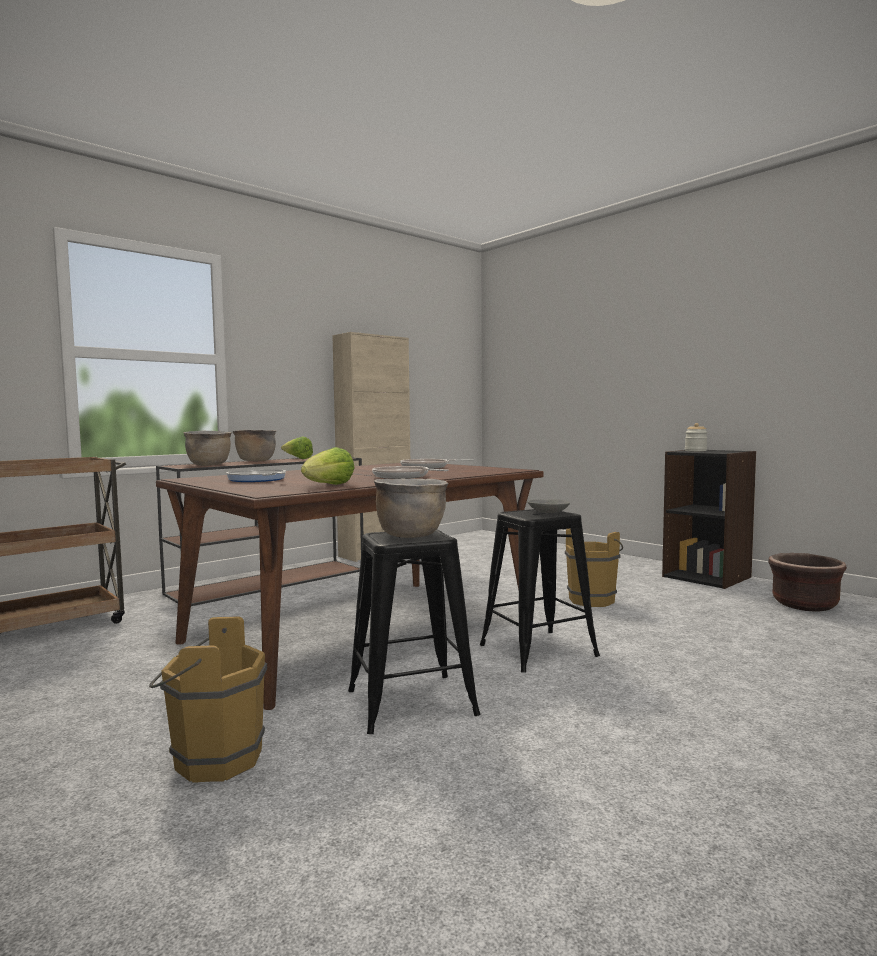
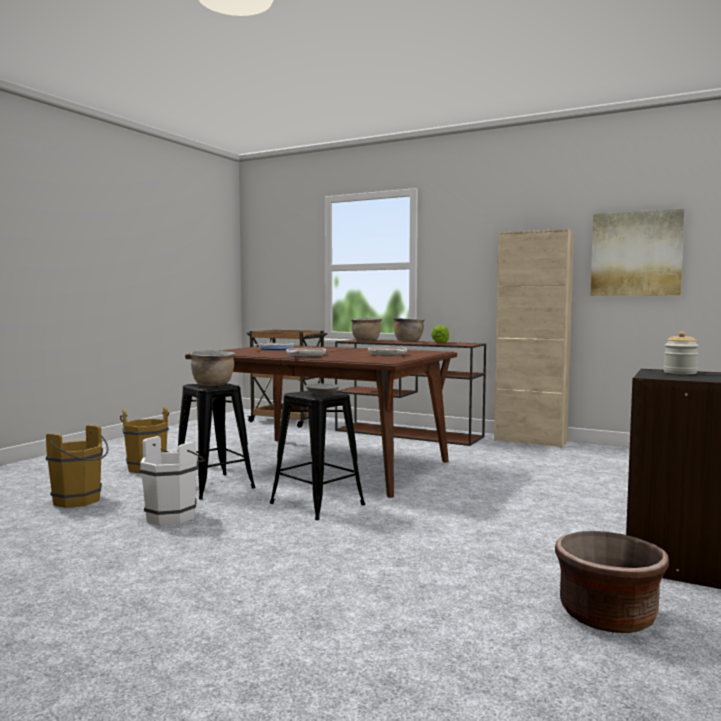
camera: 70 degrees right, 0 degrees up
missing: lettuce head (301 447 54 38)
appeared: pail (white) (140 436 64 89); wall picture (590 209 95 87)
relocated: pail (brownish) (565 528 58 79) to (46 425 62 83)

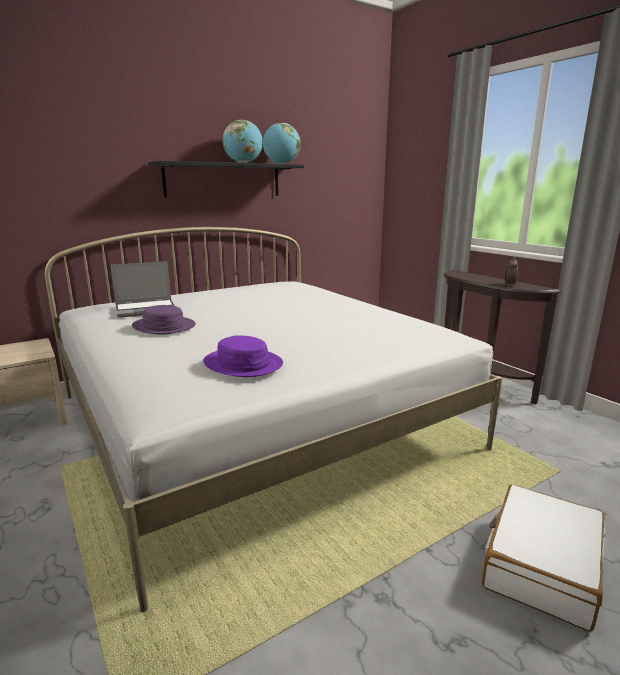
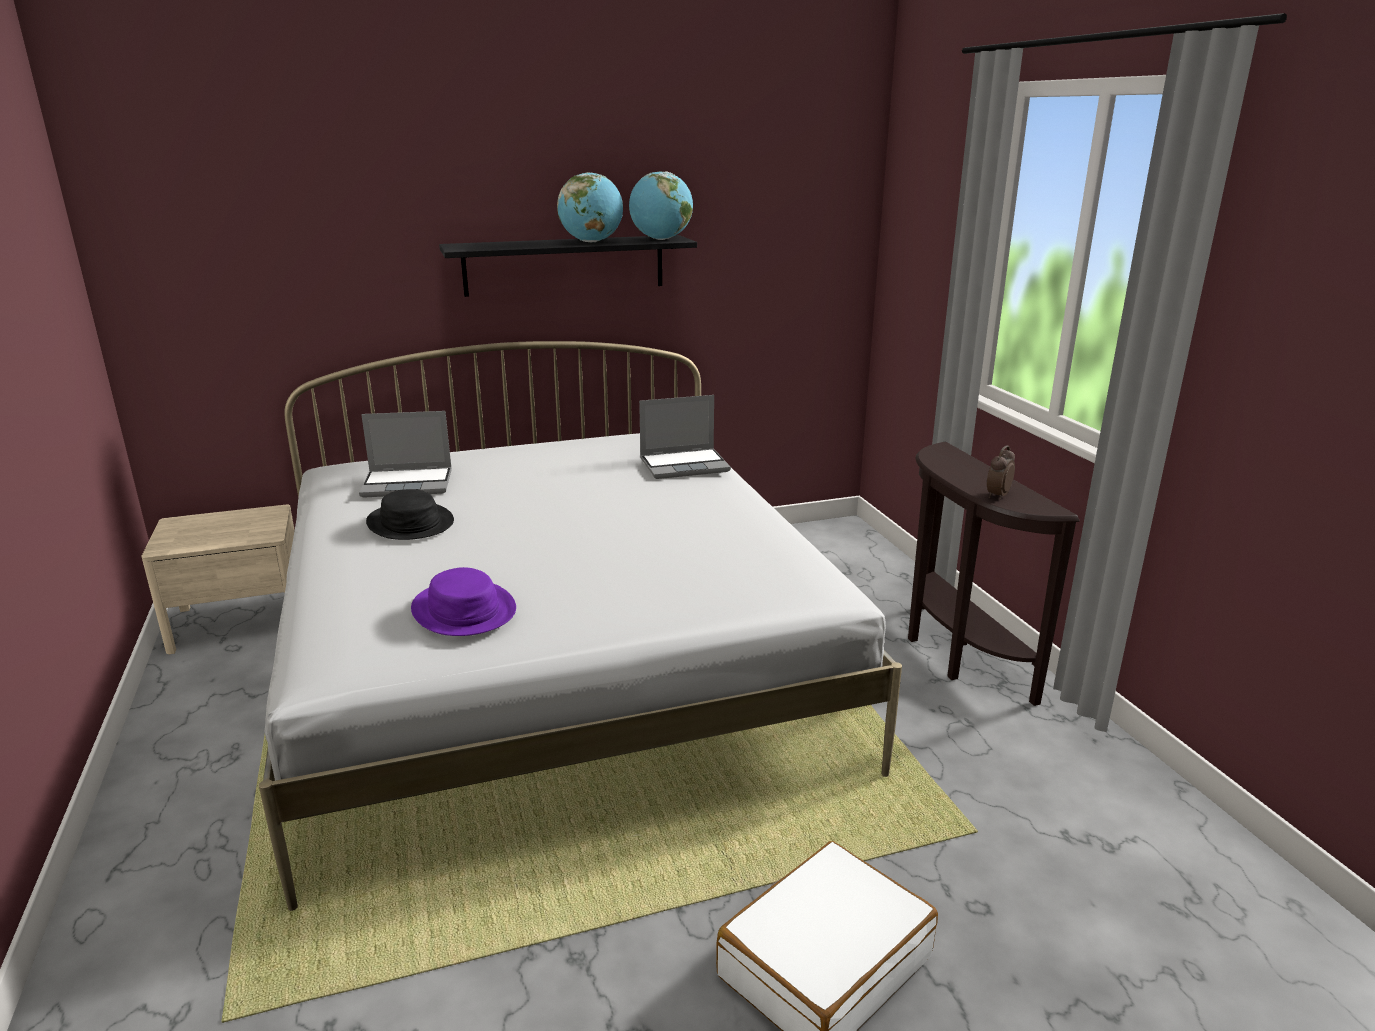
camera: 15 degrees right, 5 degrees up
appeared: notebook computer (639 395 92 84)
colour: hat (purple-coloured) (132 305 64 30) to hat (black-coloured) (366 489 88 51)

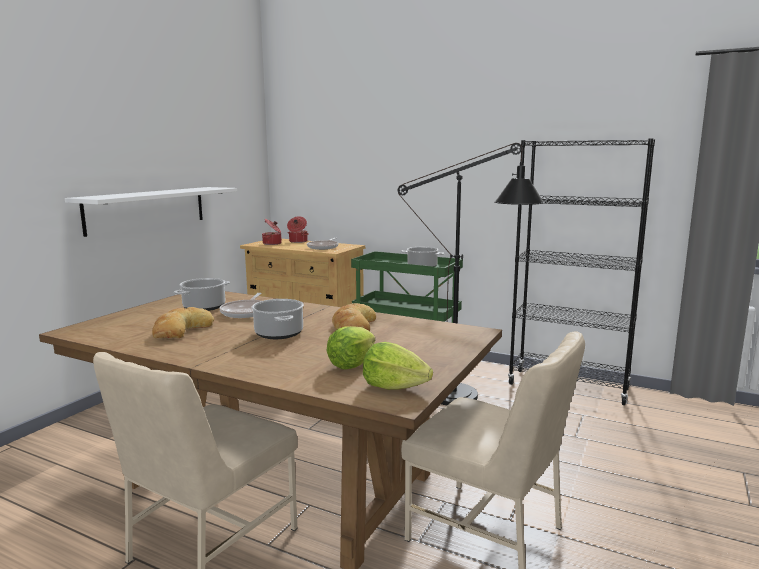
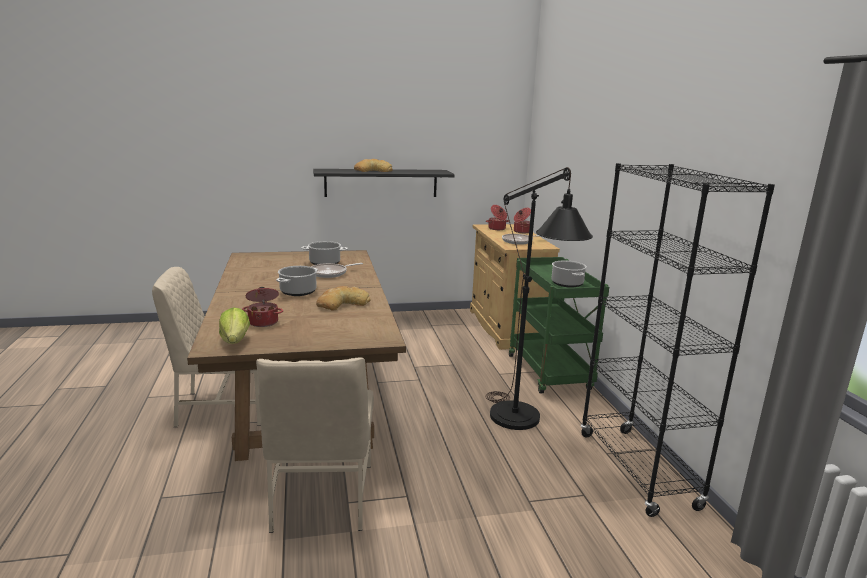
camera: 50 degrees right, 5 degrees up
relocated: bread (152 307 62 31) to (354 159 39 13)
exchanged: lettuce head (327 326 48 43) to stockpot (242 287 41 40)
colour: wall shelf (white) (65 187 172 50) to wall shelf (black-coloured) (313 169 142 28)

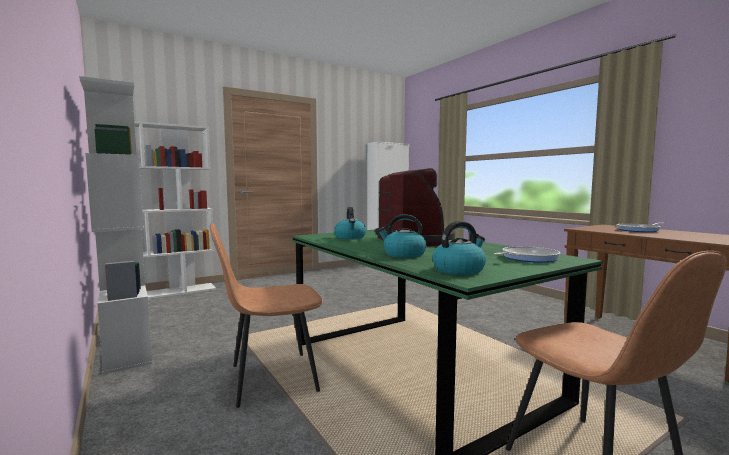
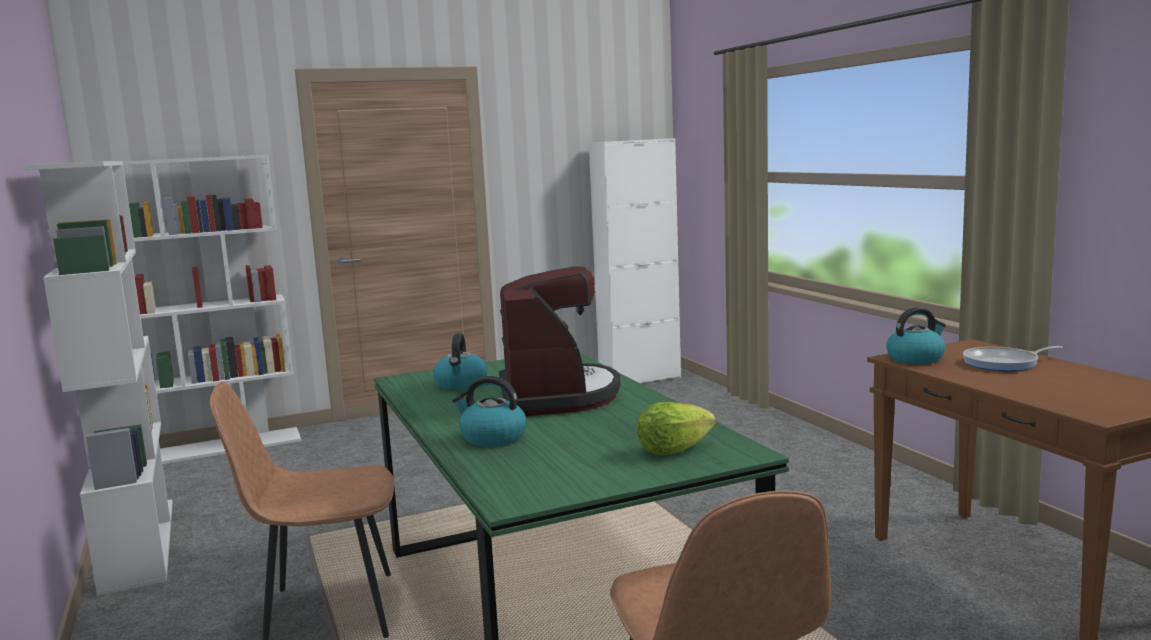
camera: 10 degrees right, 5 degrees up
relocated: tea kettle (432 221 54 54) to (886 307 60 57)
exchanged: frying pan (494 246 66 17) to lettuce head (637 402 79 53)

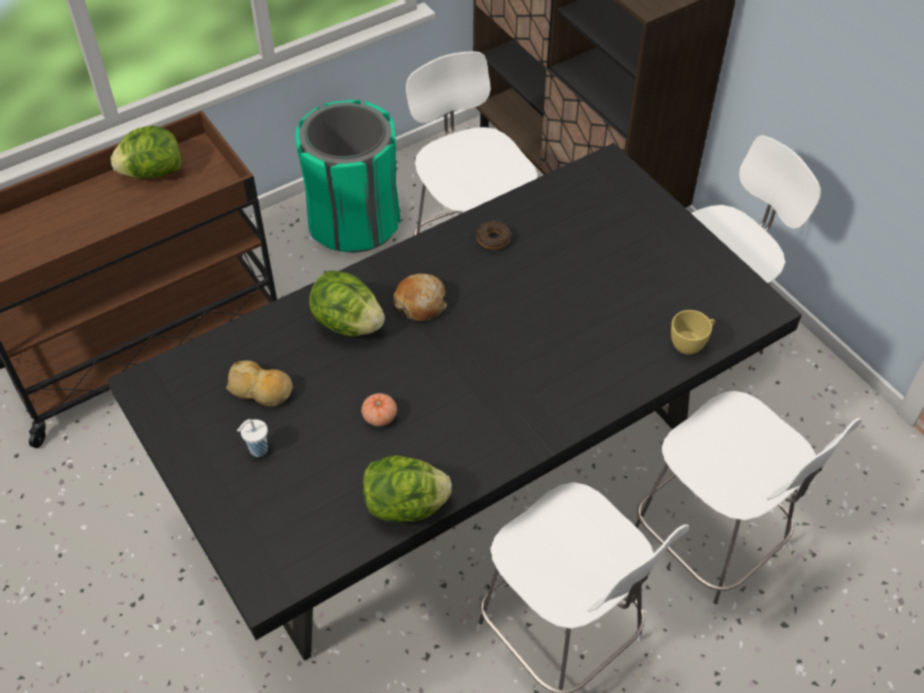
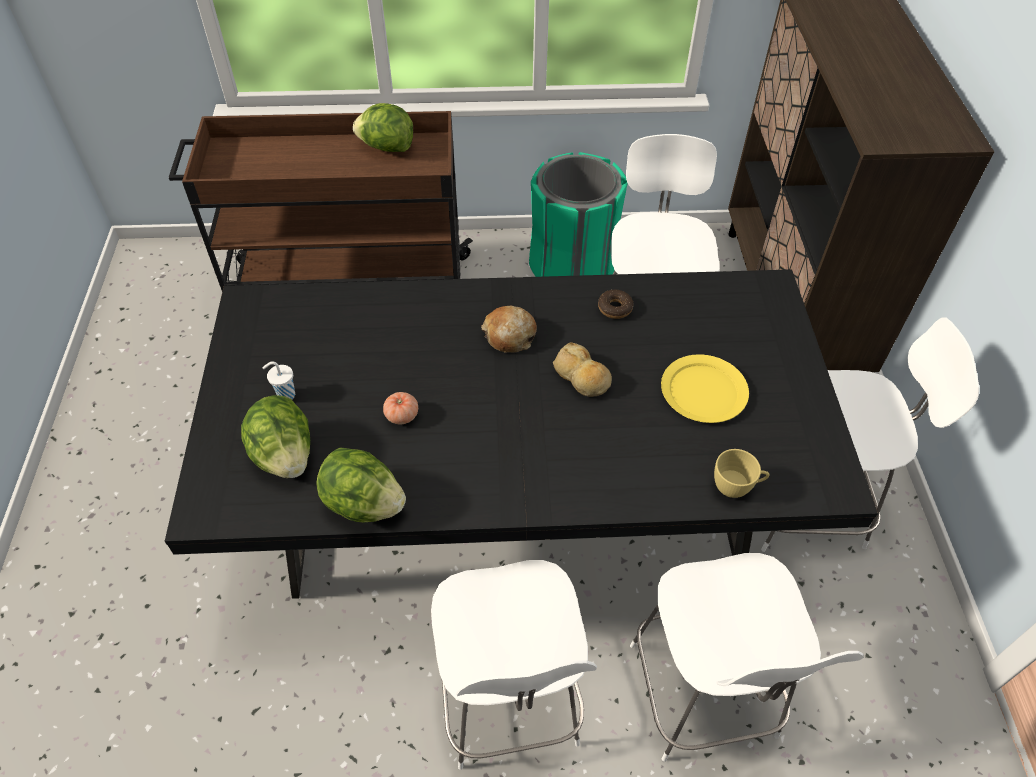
camera: 30 degrees right, 0 degrees up
appeared: dinner plate (yellow) (661 354 88 69)
relocated: bread (226 360 67 47) to (553 342 59 55); lettuce head (309 270 76 66) to (241 395 69 83)

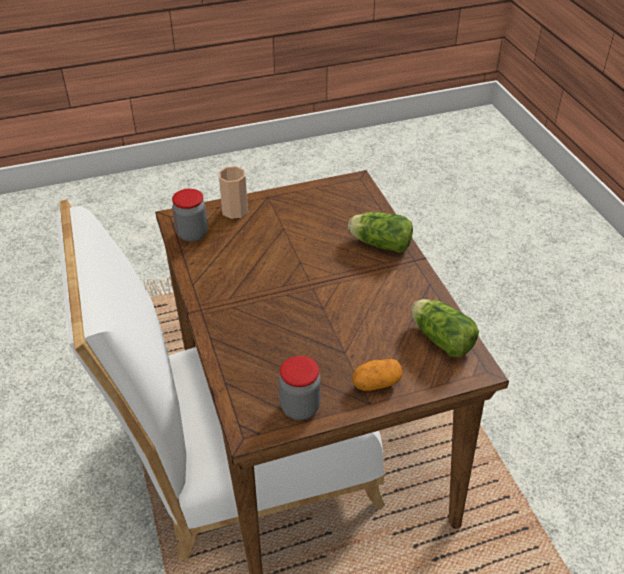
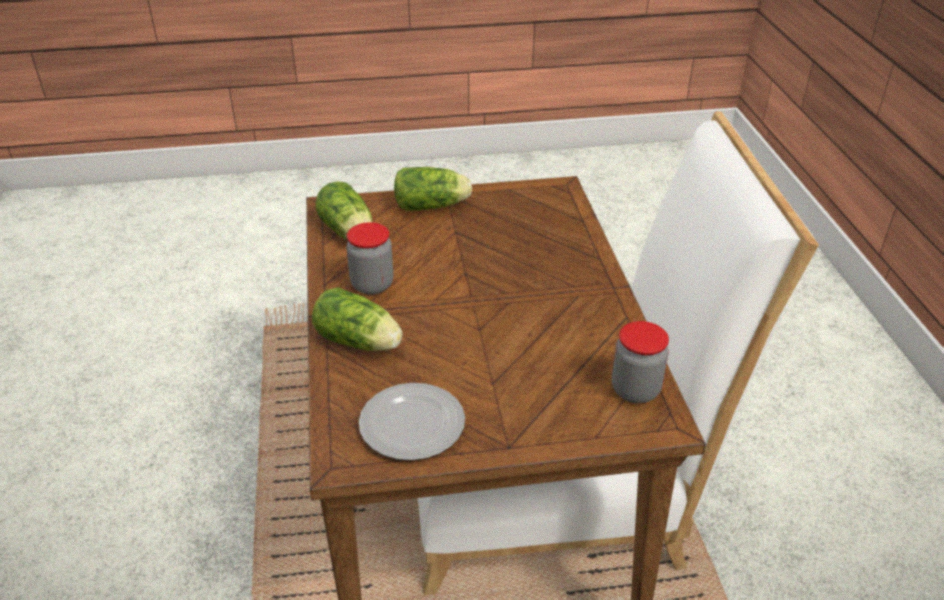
camera: 170 degrees left, 5 degrees down
missing: cup (218 166 30 53)
appeared: dinner plate (359 383 106 77)
relocated: preserve jar (279 356 42 64) to (346 222 47 73)
exchanged: whole potato (352 359 51 32) to lettuce head (394 167 78 44)

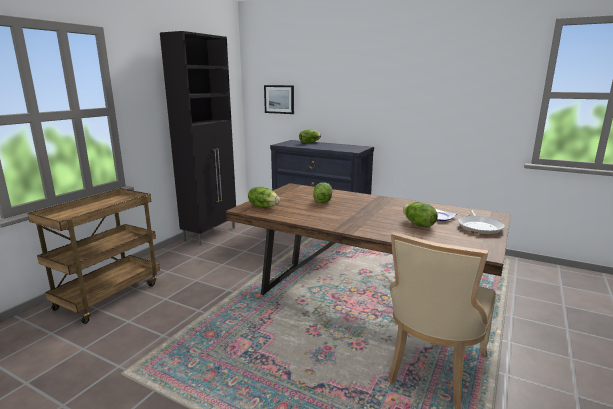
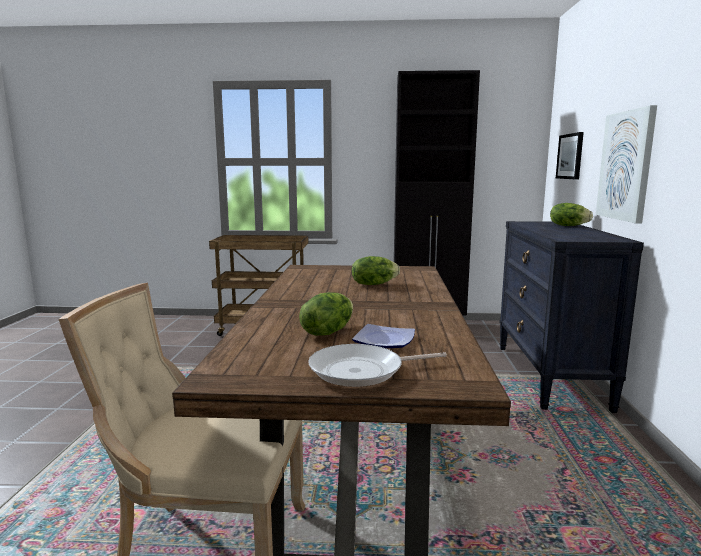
camera: 65 degrees right, 5 degrees down
missing: lettuce head (248 187 32 21)
appeared: wall picture (596 105 61 118)

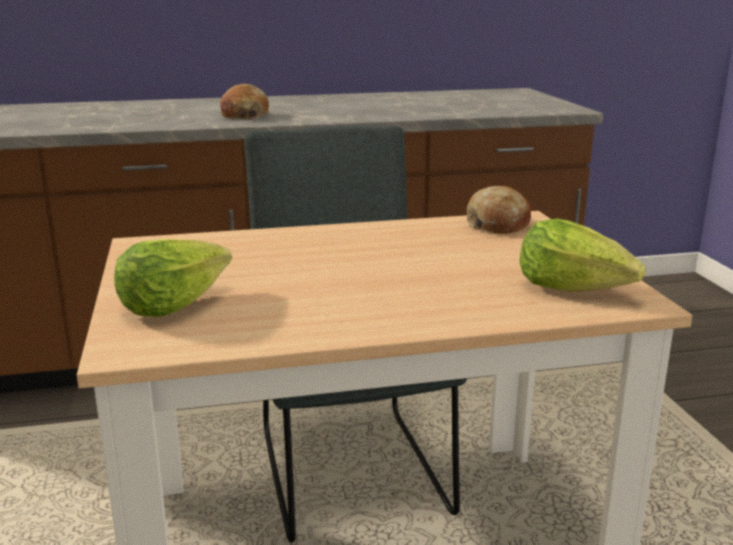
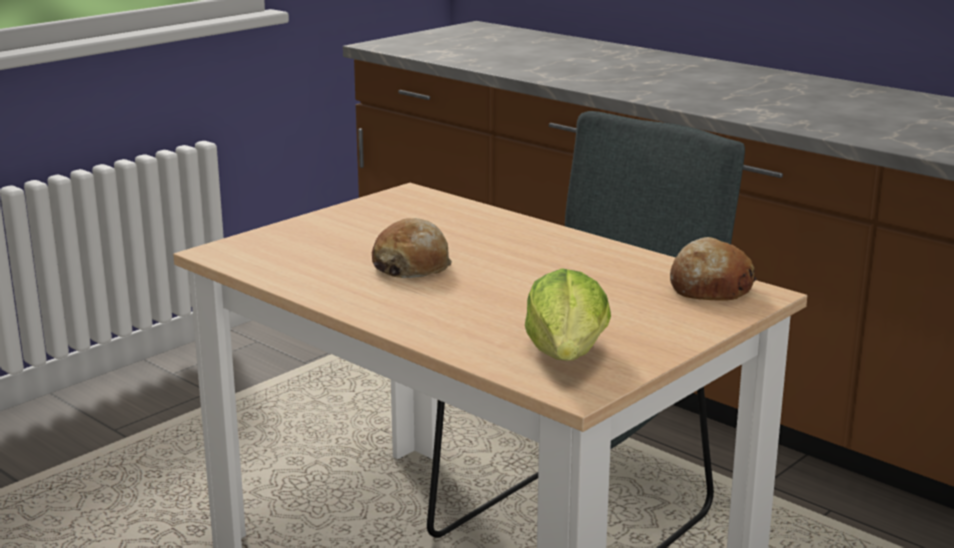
camera: 55 degrees right, 0 degrees up
missing: lettuce head (114 239 118 78)
relocated: bread (220 84 49 35) to (372 218 80 60)

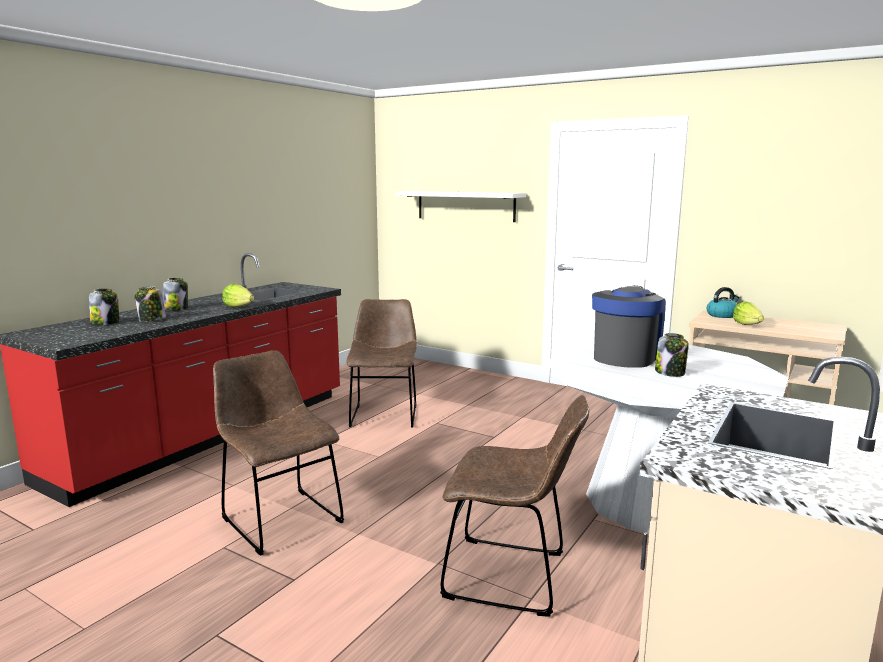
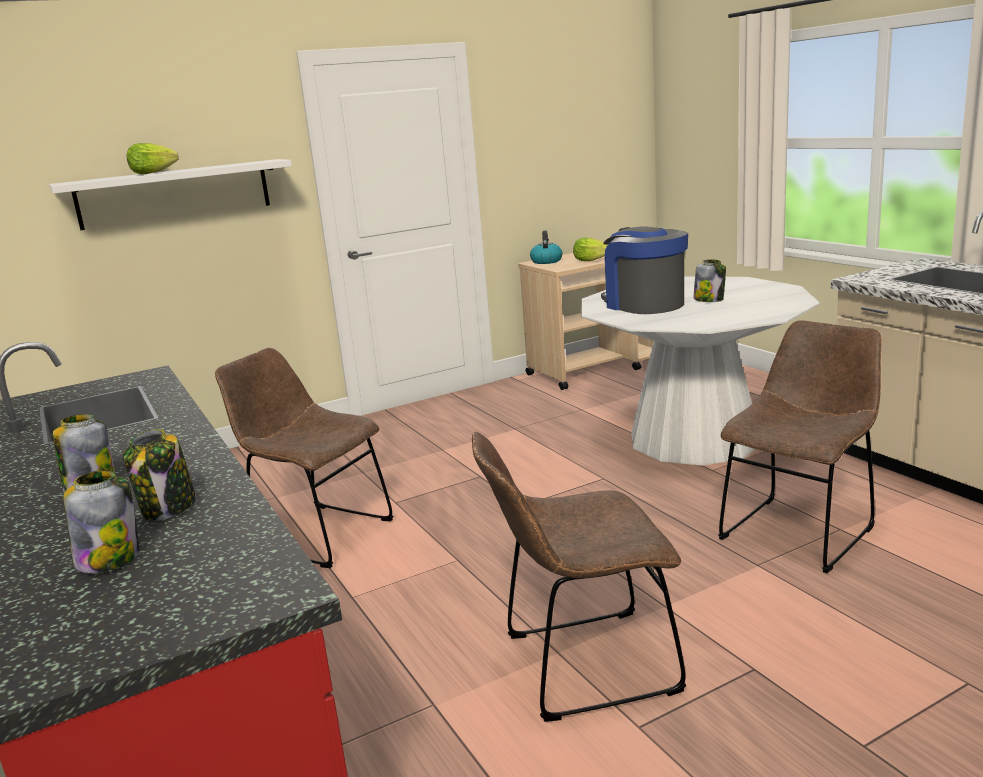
camera: 60 degrees left, 5 degrees up
relocated: lettuce head (222 284 32 23) to (127 143 52 31)

